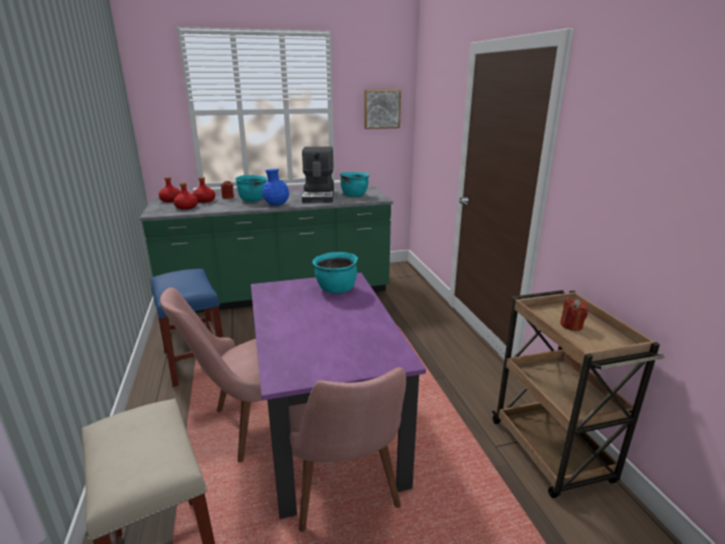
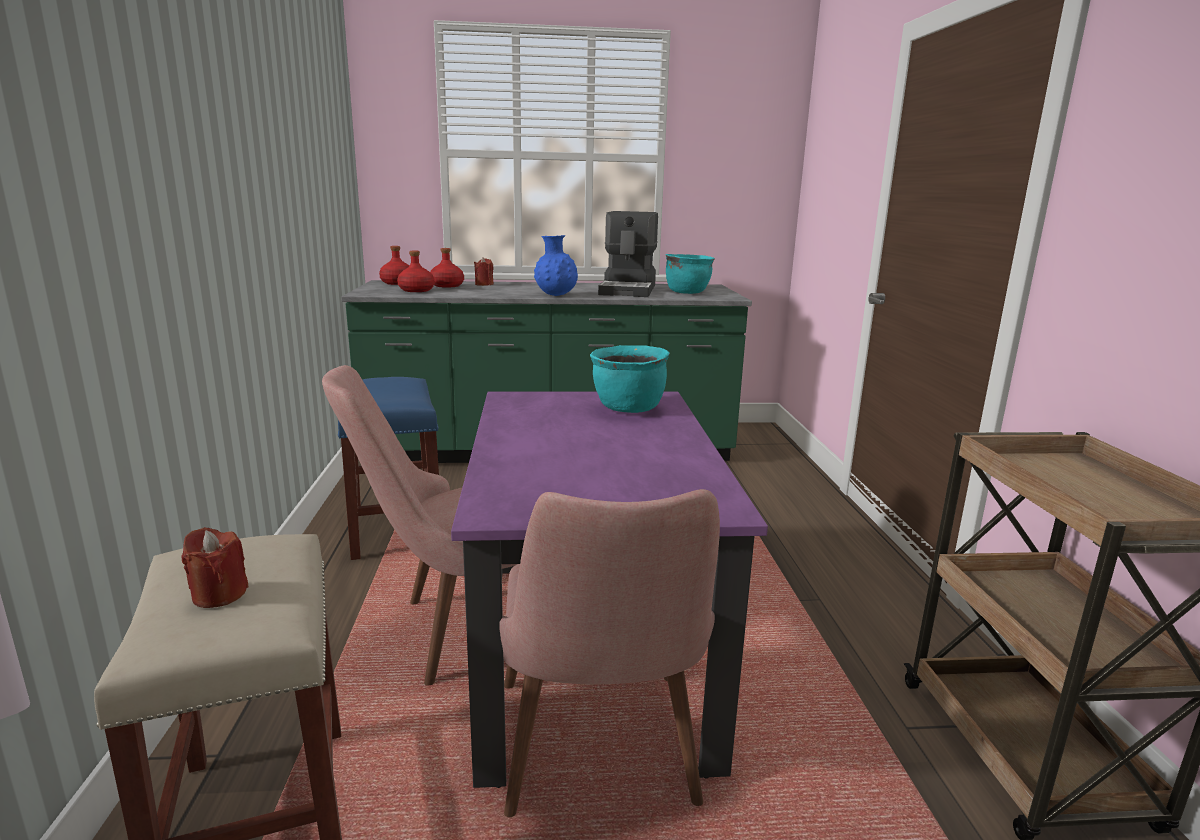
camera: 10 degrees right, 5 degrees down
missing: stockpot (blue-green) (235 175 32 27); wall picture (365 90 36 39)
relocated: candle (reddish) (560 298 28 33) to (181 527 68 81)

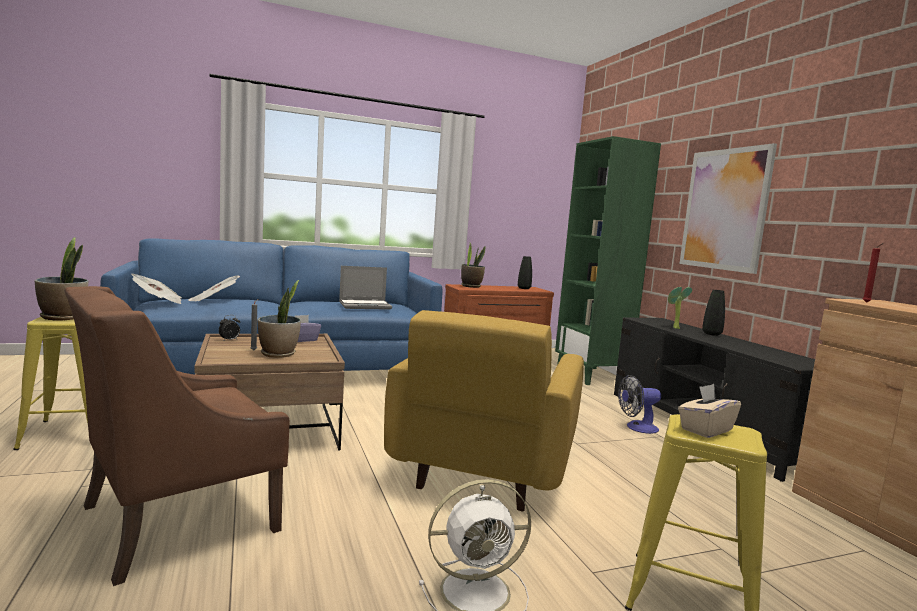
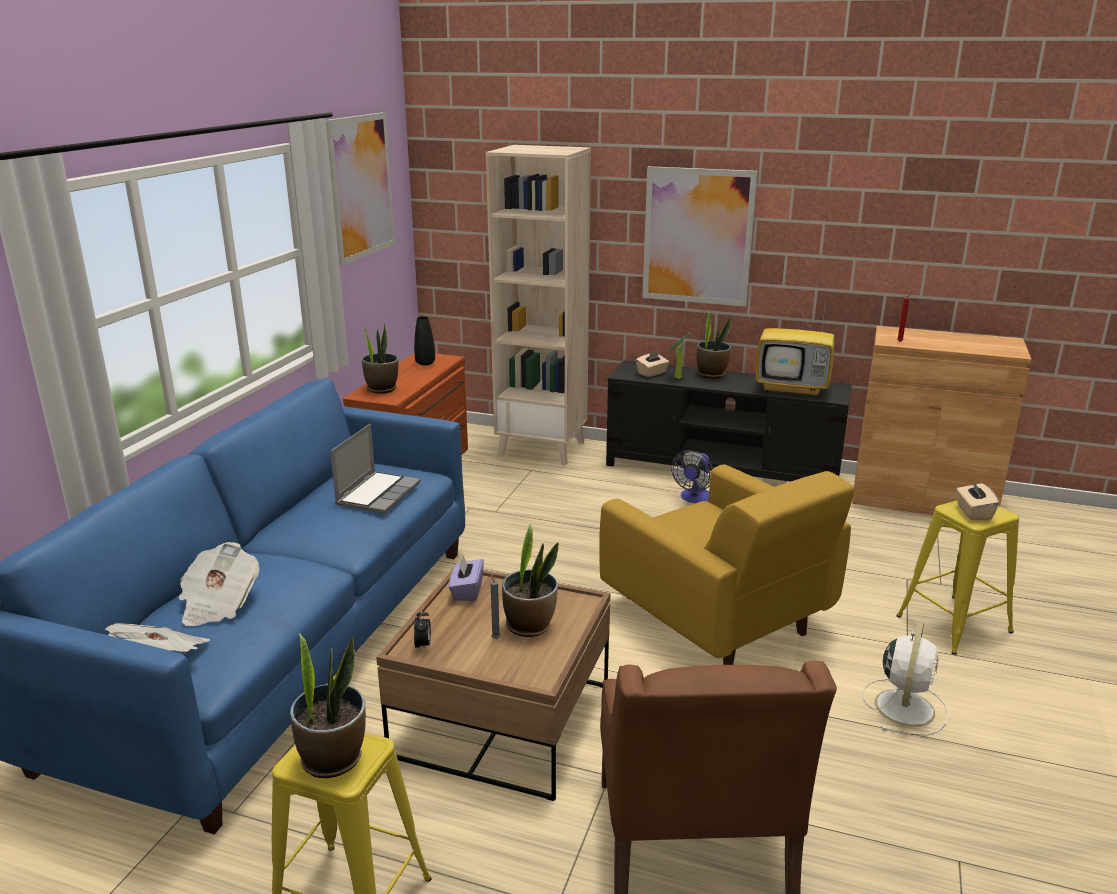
camera: 50 degrees left, 15 degrees up
appeared: wall picture (326 112 69 154); tissue box (beige) (636 351 33 26); television (755 292 80 105)
exchanged: decorative vase (black-coloured) (702 290 23 46) to plant in a pot (697 310 34 69)
colour: bookshelf (greenish) (555 136 106 249) to bookshelf (beige) (486 145 105 320)

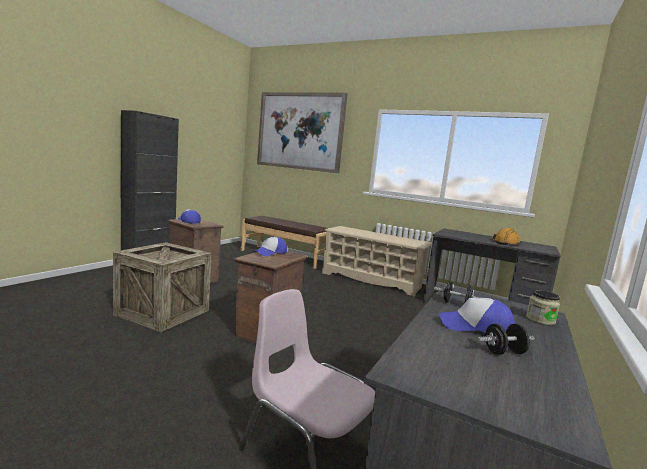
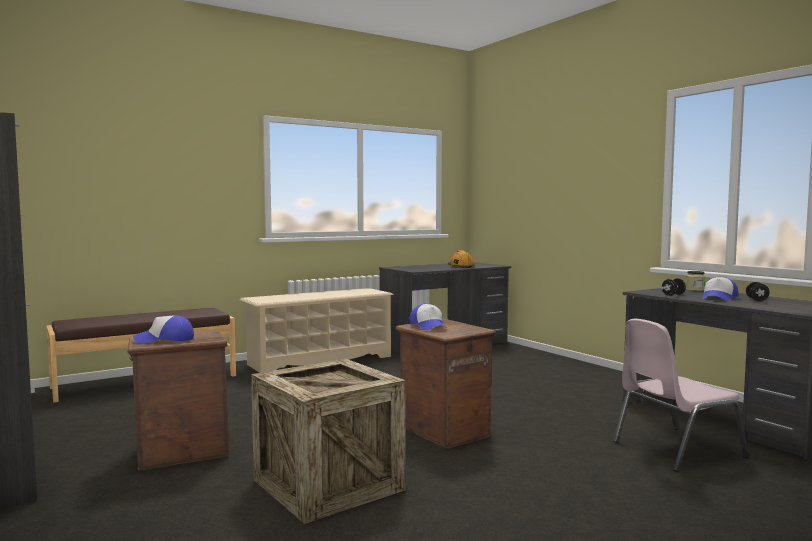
camera: 60 degrees left, 5 degrees down
missing: wall picture (257 92 91 81)

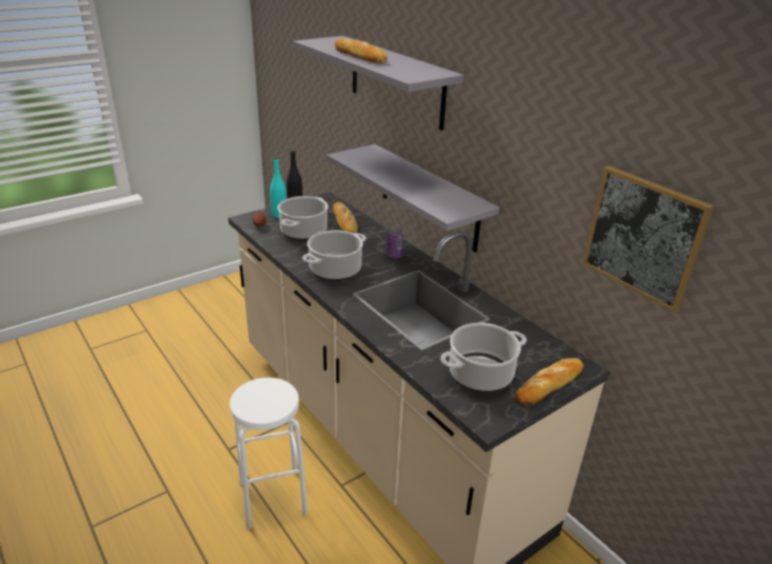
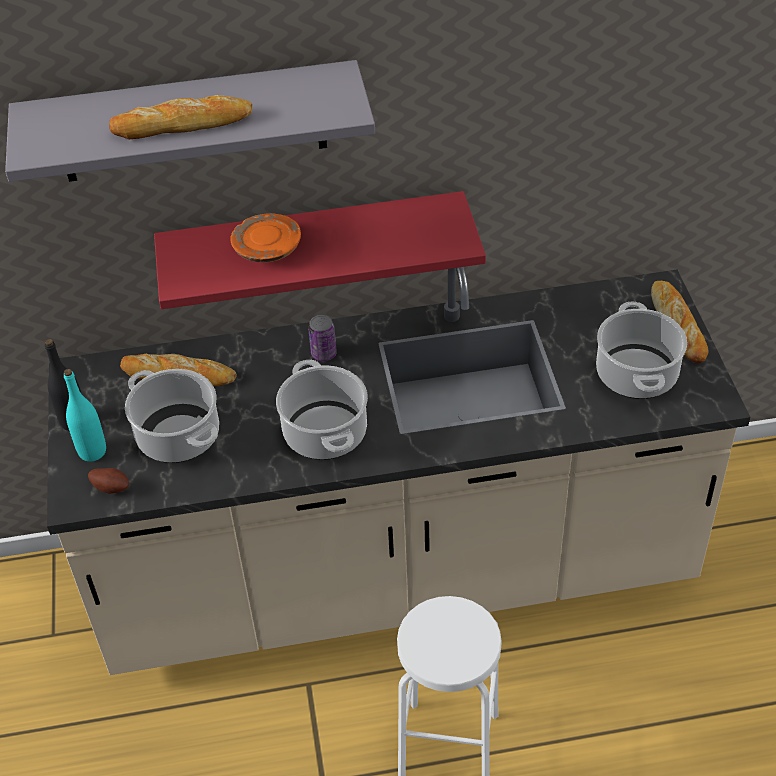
camera: 60 degrees left, 15 degrees up
missing: wall picture (583 166 132 146)
appeared: dinner plate (orange) (230 213 71 49)
colour: wall shelf (grey) (327 144 172 109) to wall shelf (reddish) (154 191 332 118)

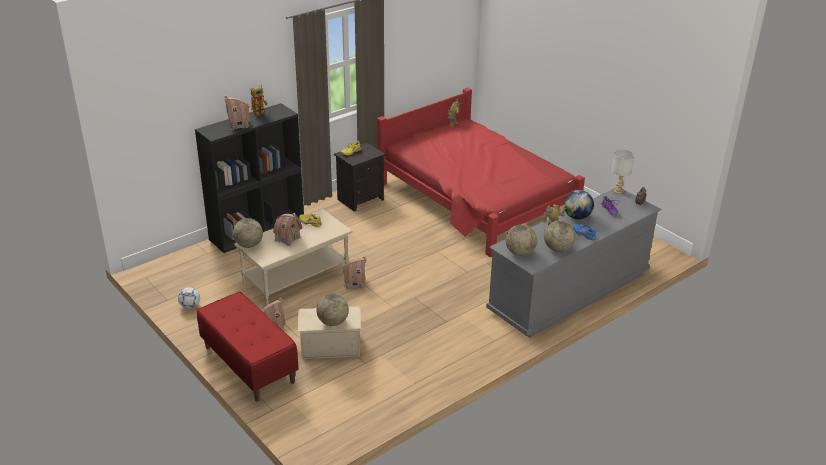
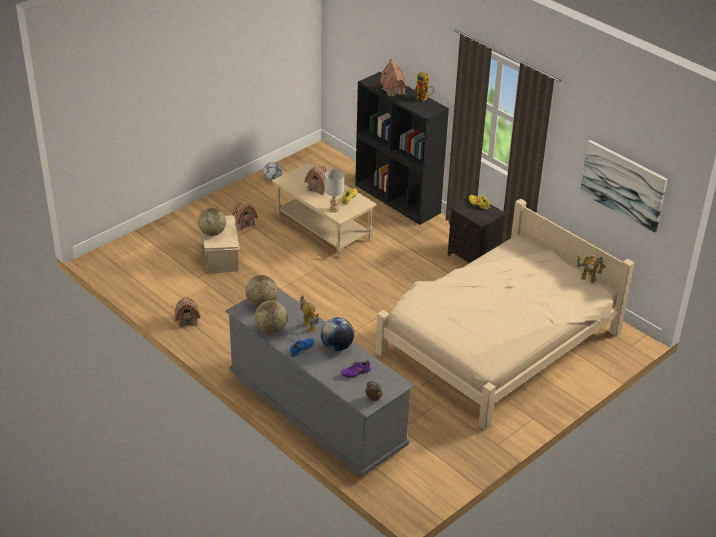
camera: 85 degrees right, 5 degrees up
missing: bench (reddish) (197 292 102 109); world globe (233 218 30 30)
appeared: wall picture (580 140 87 93)
relocated: model house (342 256 24 34) to (174 297 27 31); lamp for a table (grey) (612 149 23 45) to (325 169 19 43)
colour: sleeping bed (reddish) (377 88 208 169) to sleeping bed (beige) (376 199 258 231)

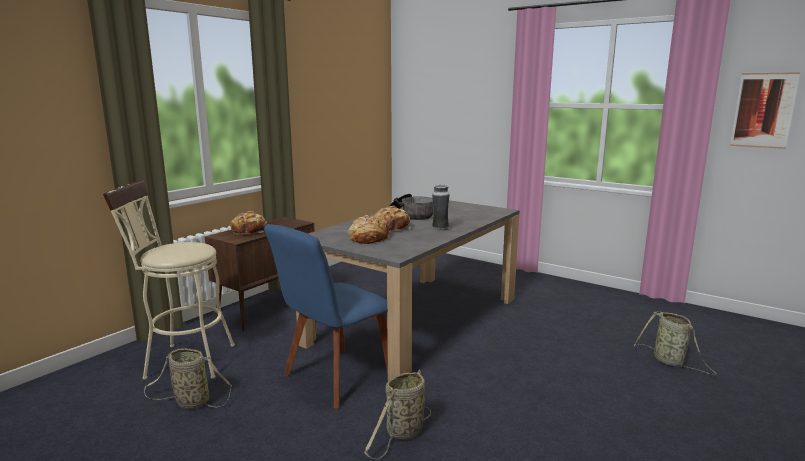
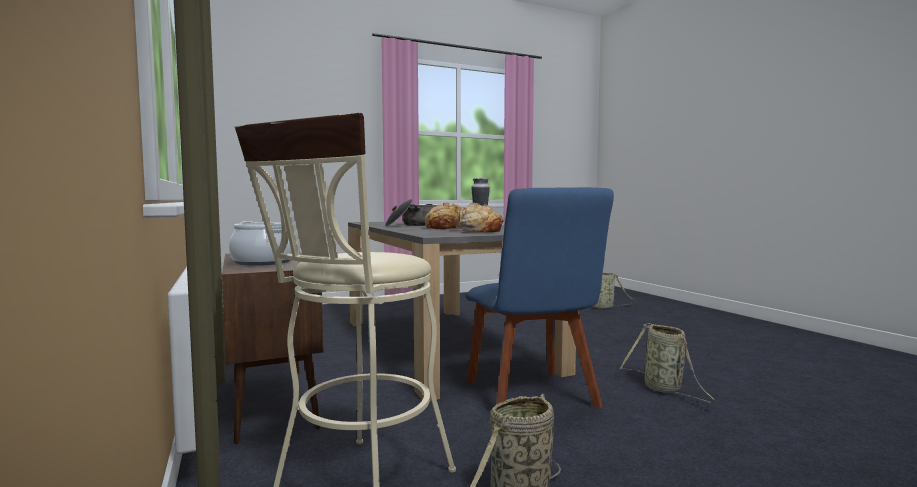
camera: 60 degrees left, 10 degrees down
missing: wall picture (730 72 70 77)
exchanged: bread (230 211 38 24) to stockpot (229 221 63 45)

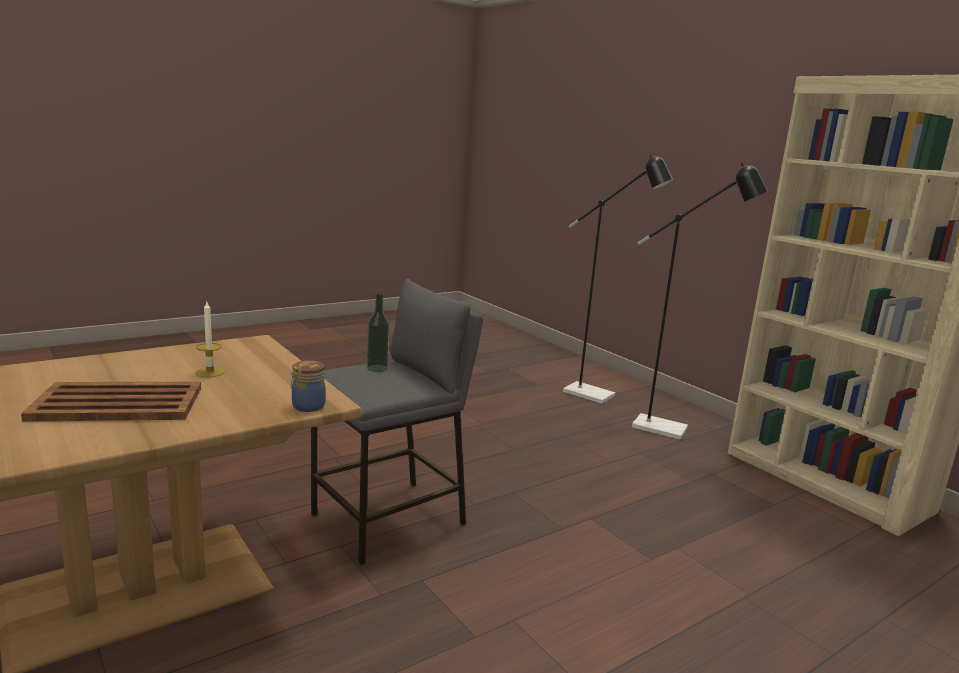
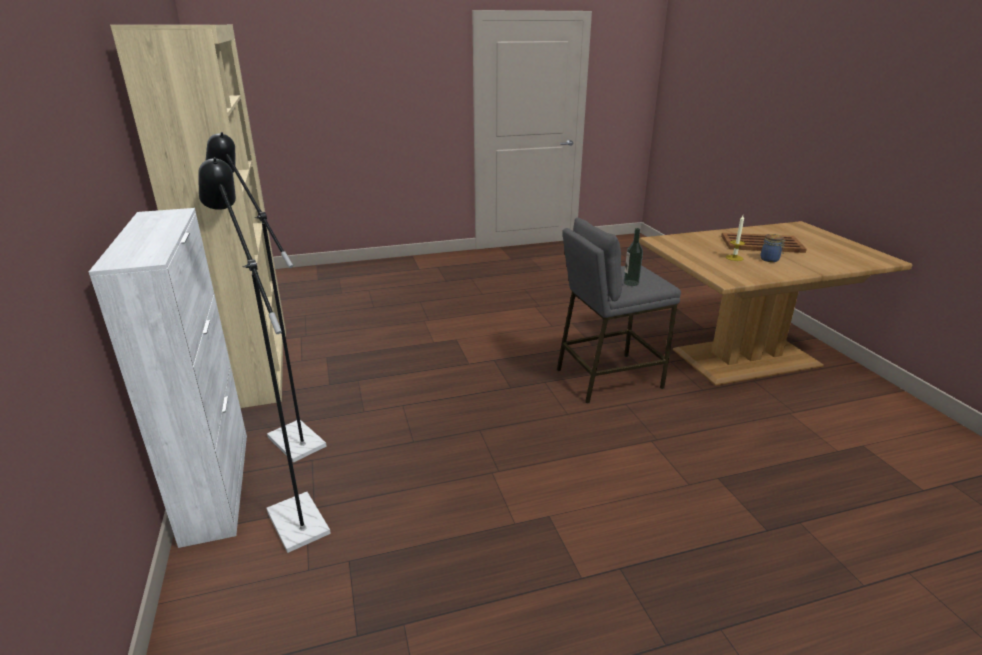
camera: 160 degrees left, 10 degrees up
appeared: cabinet (white) (89 208 158 340)
relocated: preserve jar (291 360 35 52) to (760 234 26 28)

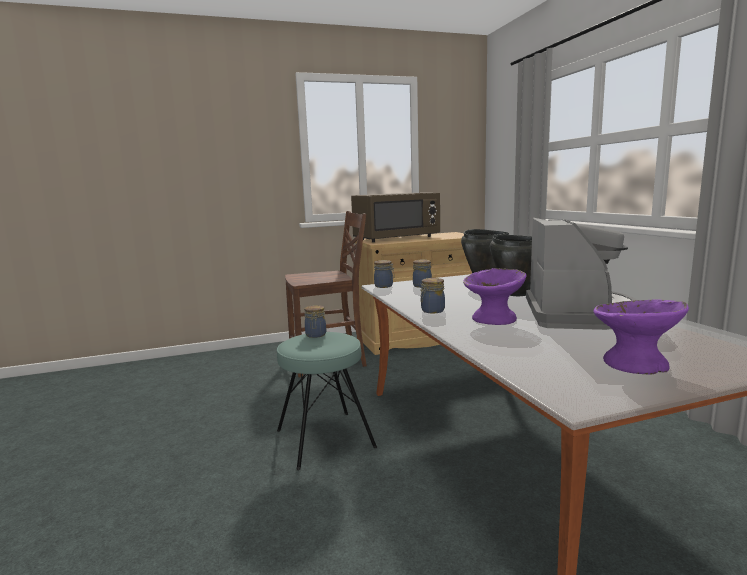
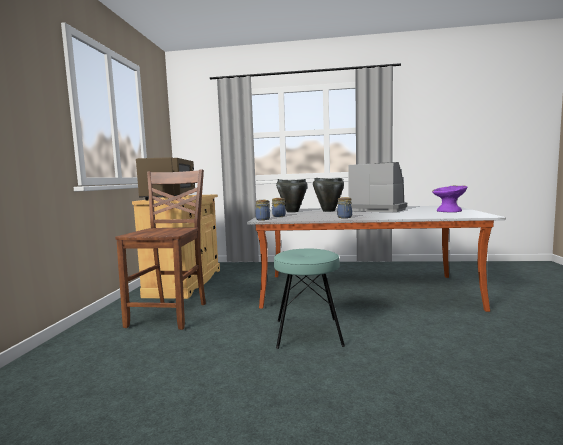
camera: 65 degrees left, 5 degrees down
missing: preserve jar (304 305 22 33); serving bowl (purple-coloured) (463 268 63 57)

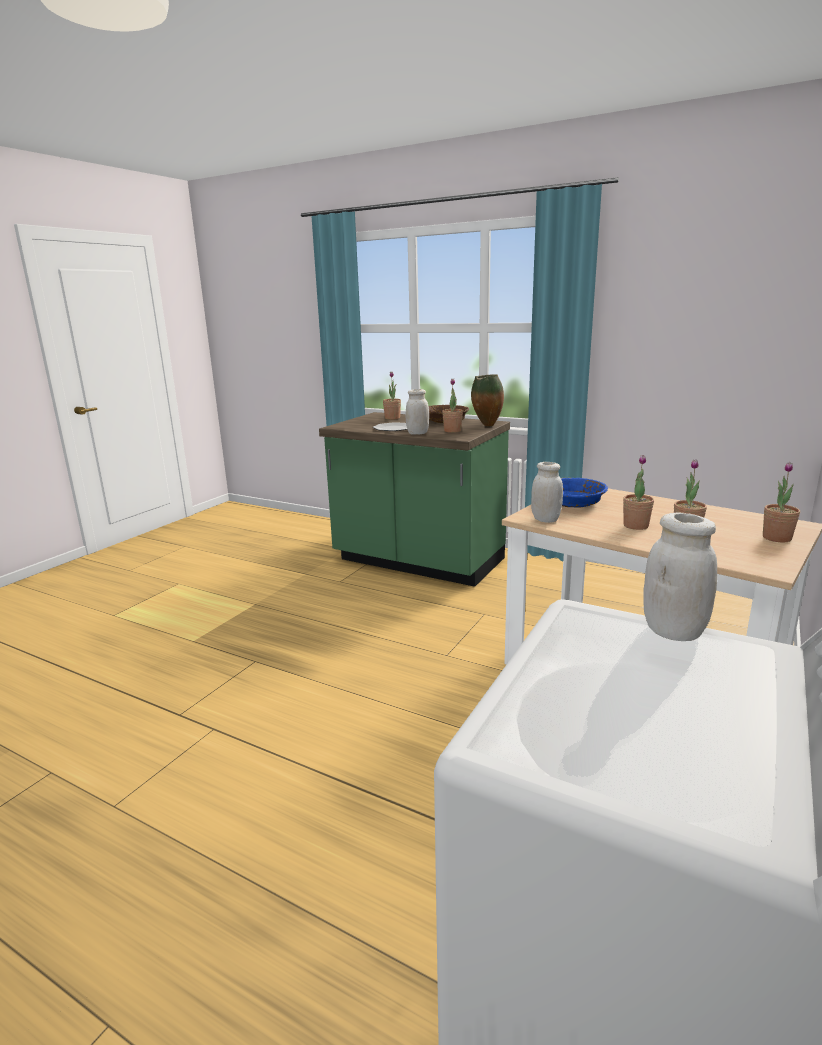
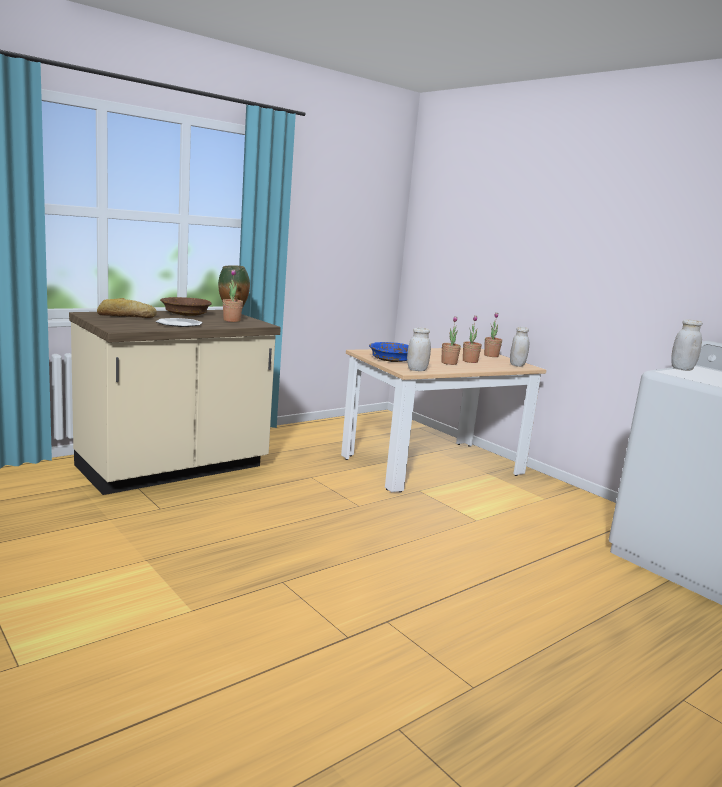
camera: 70 degrees left, 5 degrees down
relocated: preserve jar (white) (406 389 23 46) to (510 327 19 40)
exchanged: plant in a pot (383 371 18 49) to bread (97 298 60 20)
colour: kitchen base unit (greenish) (319 412 191 175) to kitchen base unit (beige) (69 310 212 185)

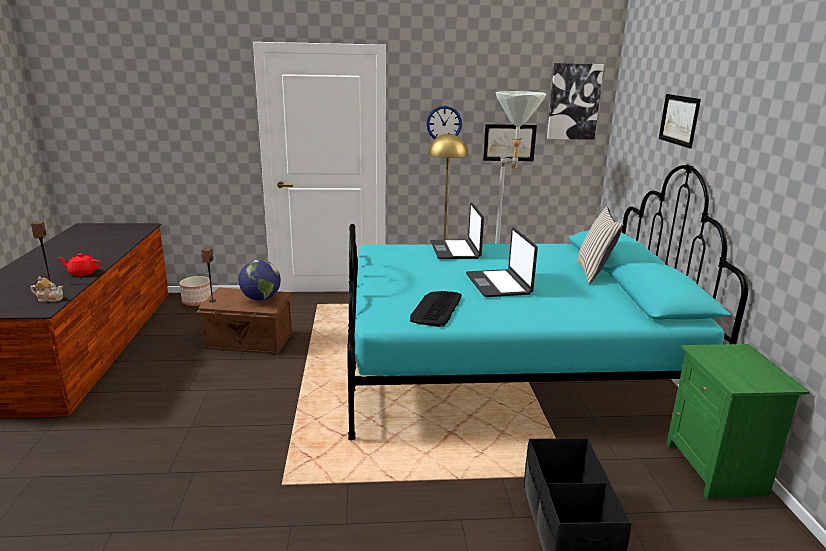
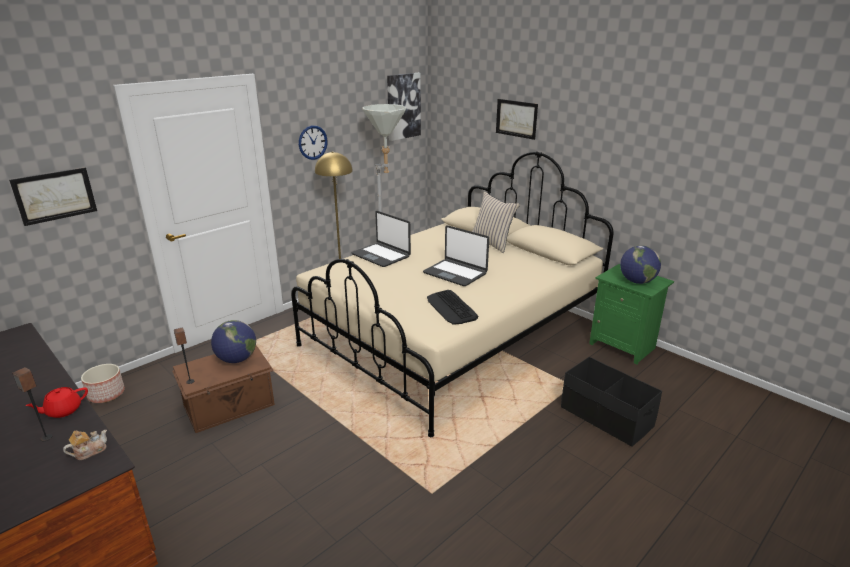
camera: 40 degrees left, 5 degrees up
appeared: world globe (620 245 41 39)
relocated: wall picture (483 124 54 37) to (9 167 88 59)
colour: sleeping bed (blue-green) (347 164 401 276) to sleeping bed (beige) (291 151 323 286)

